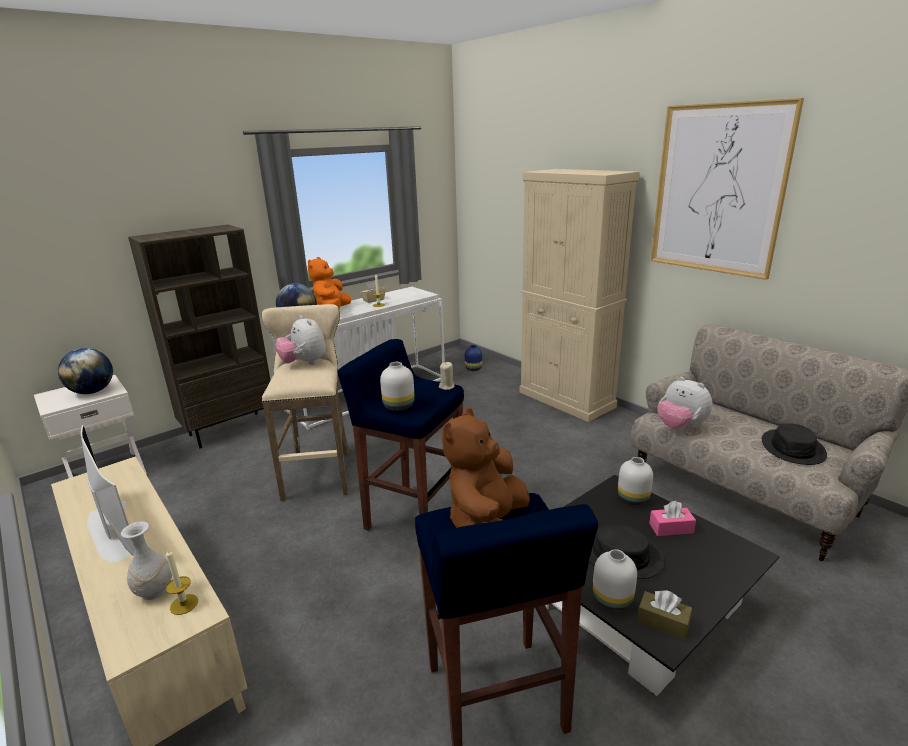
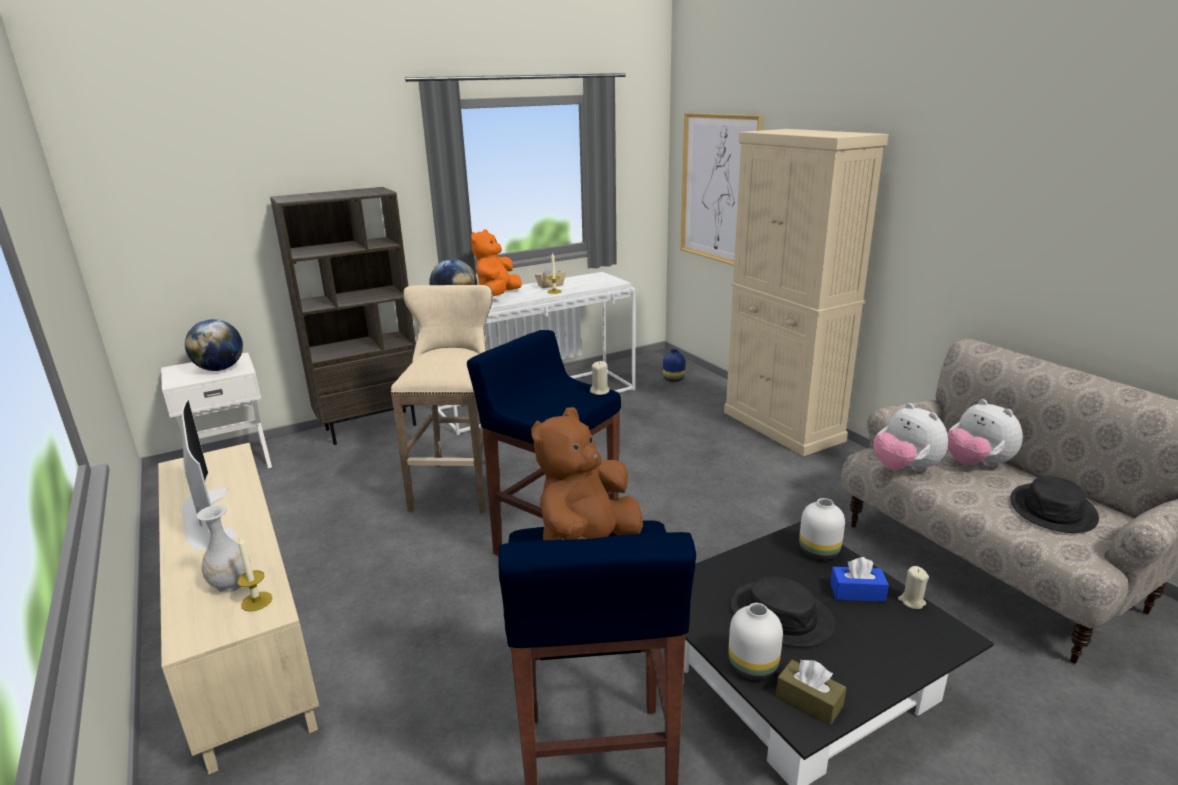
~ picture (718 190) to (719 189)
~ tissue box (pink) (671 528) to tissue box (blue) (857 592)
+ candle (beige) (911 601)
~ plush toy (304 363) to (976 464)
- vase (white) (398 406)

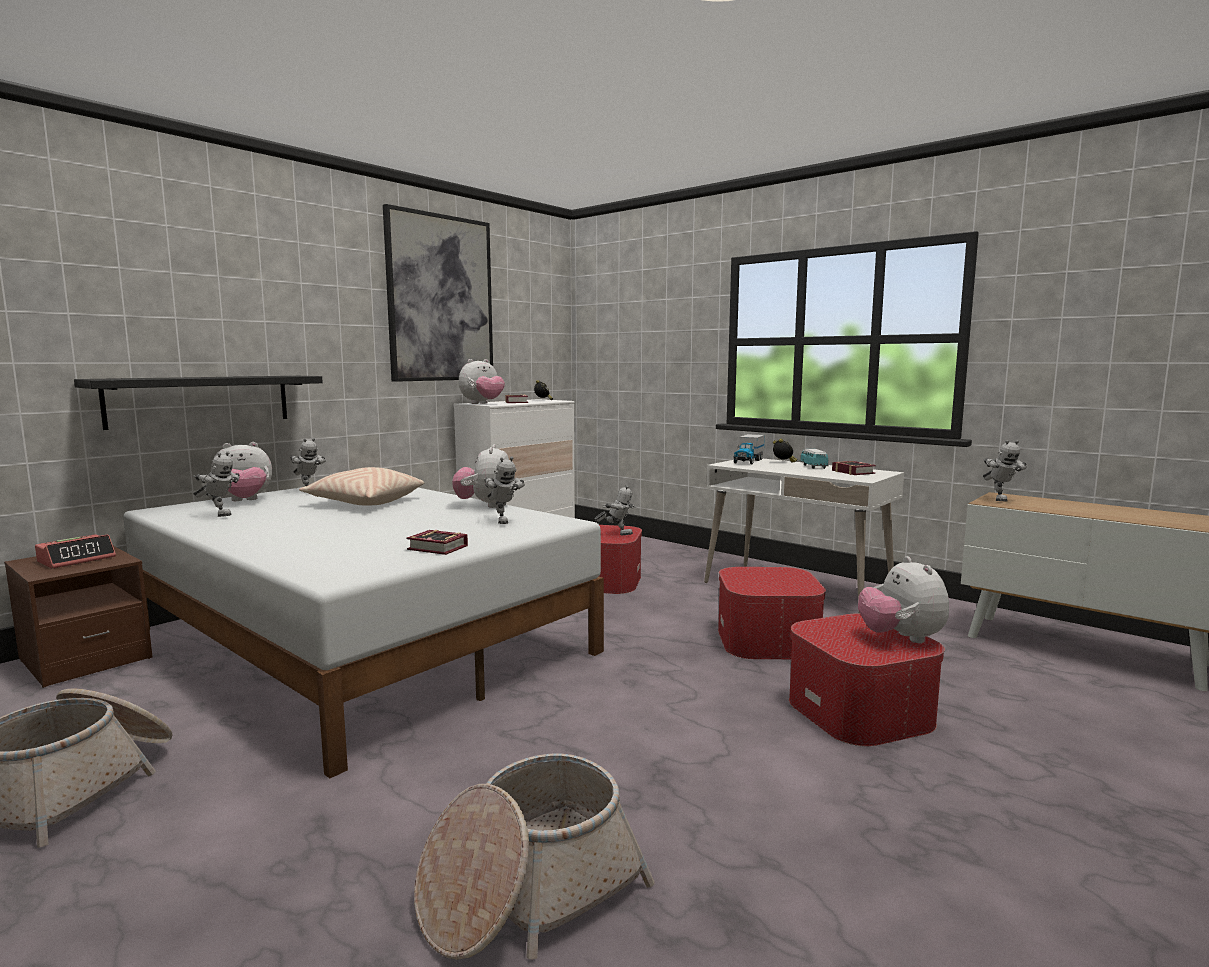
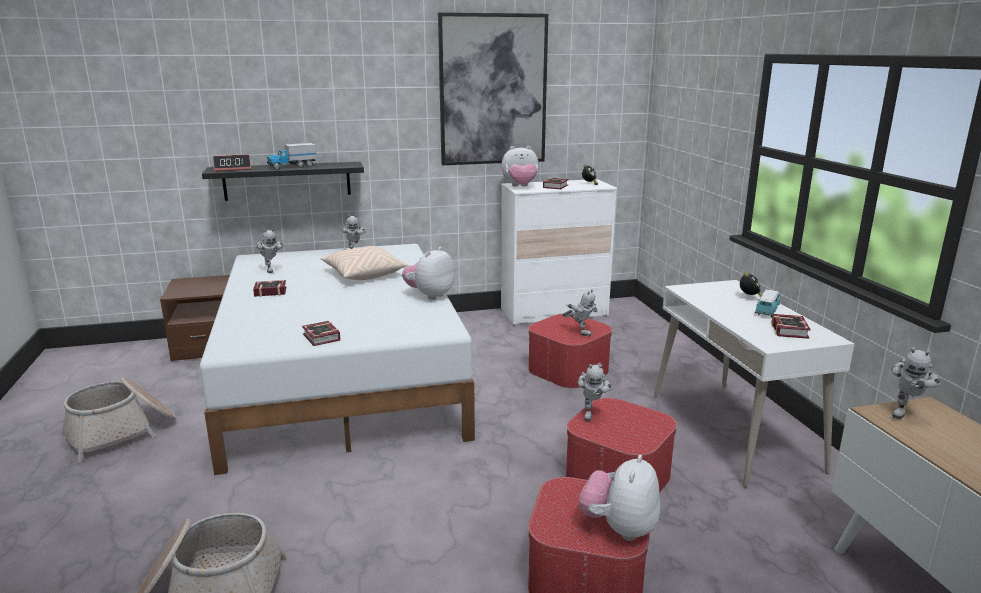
~ alarm clock (77 559) to (233 168)
+ book (269 291)
~ toy truck (748 461) to (292 167)
~ toy robot (502 521) to (591 413)
- plush toy (244 501)

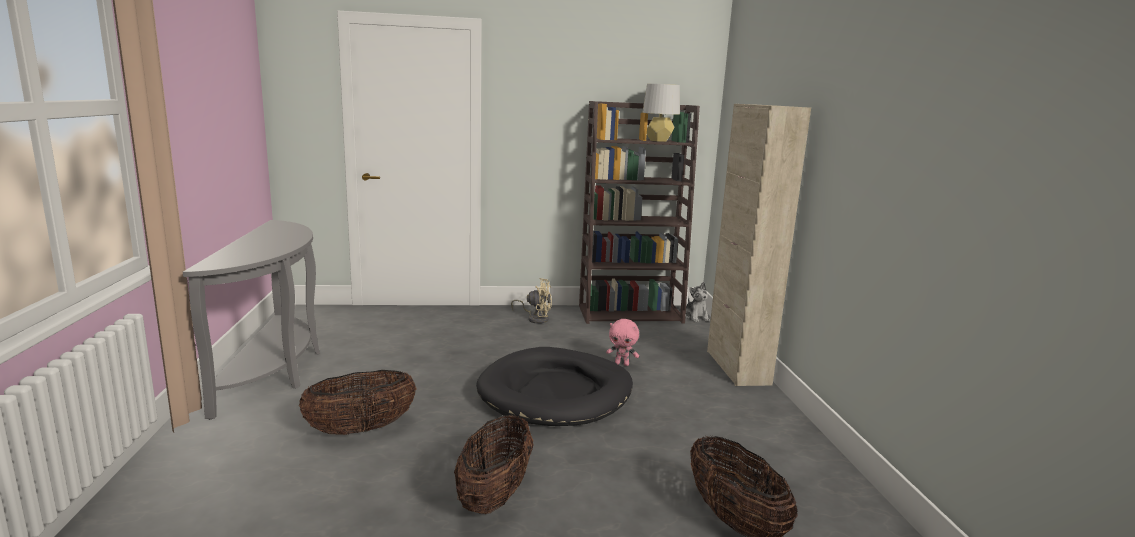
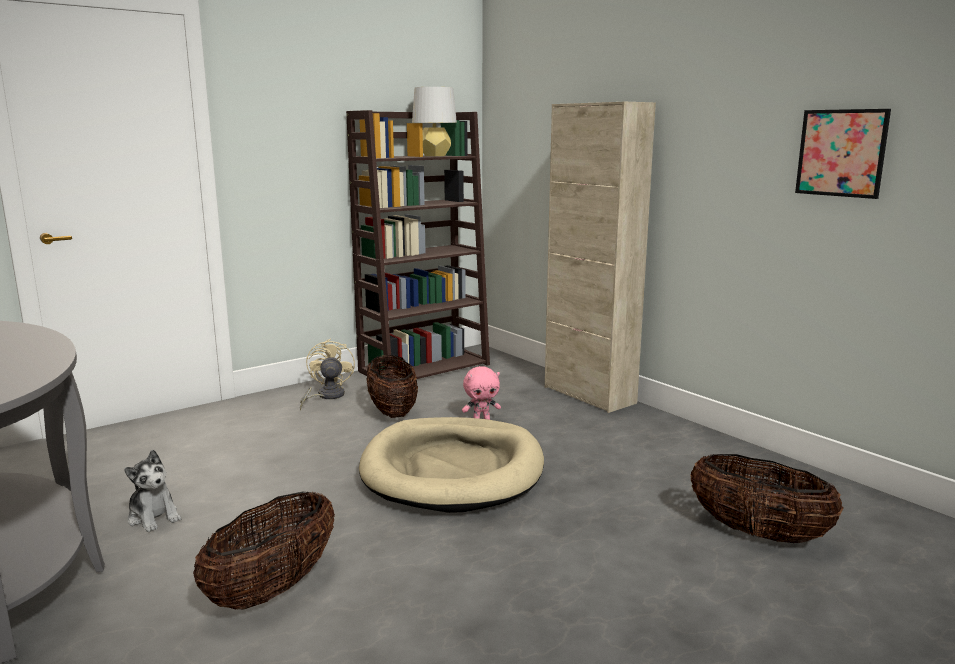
~ plush toy (696 317) to (154 517)
~ fan (beige) (535 318) = (326 396) 75 degrees counterclockwise
~ dog bed (black) (556 393) to dog bed (beige) (453 470)
~ basket (495 495) to (392 411)
+ picture (841 153)

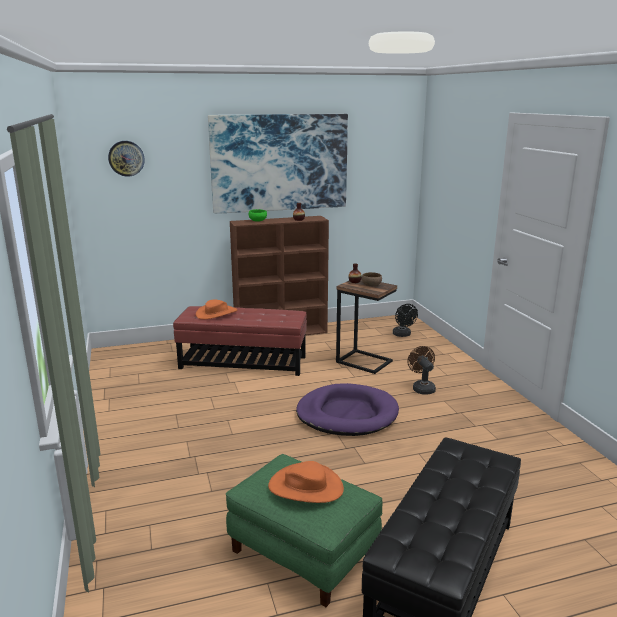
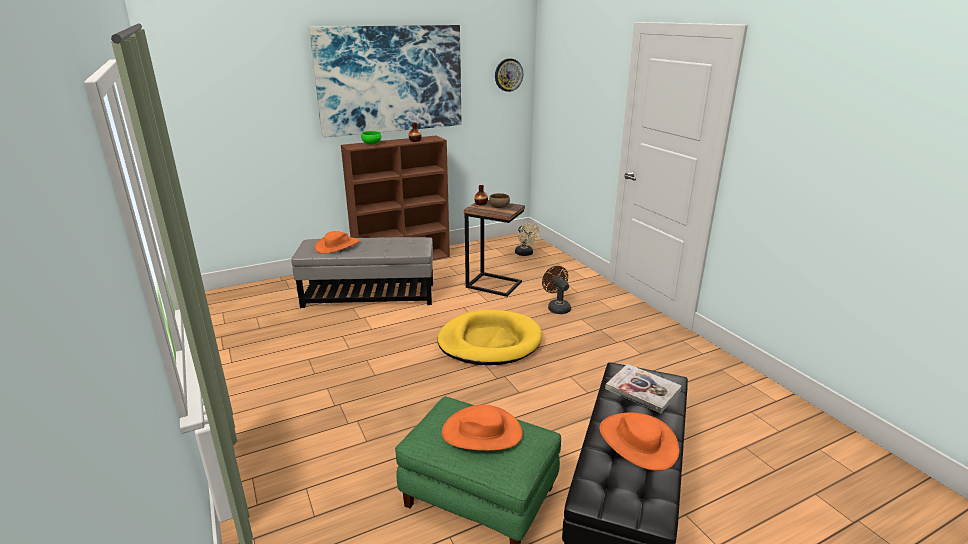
~ ottoman (red) (243 362) to ottoman (grey) (369 295)
~ dog bed (purple) (347 414) to dog bed (yellow) (489 342)
~ wall clock (126 158) to (508 75)
~ fan (black) (403 335) to fan (beige) (525 254)
+ hat (orange) (637 441)
+ book (642 389)

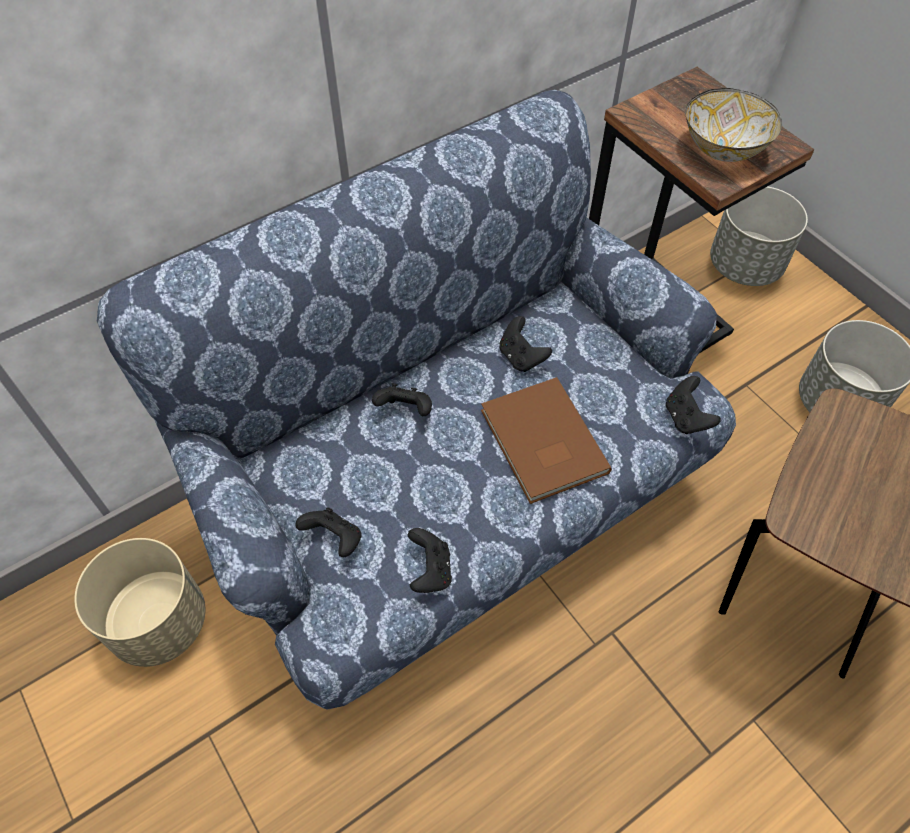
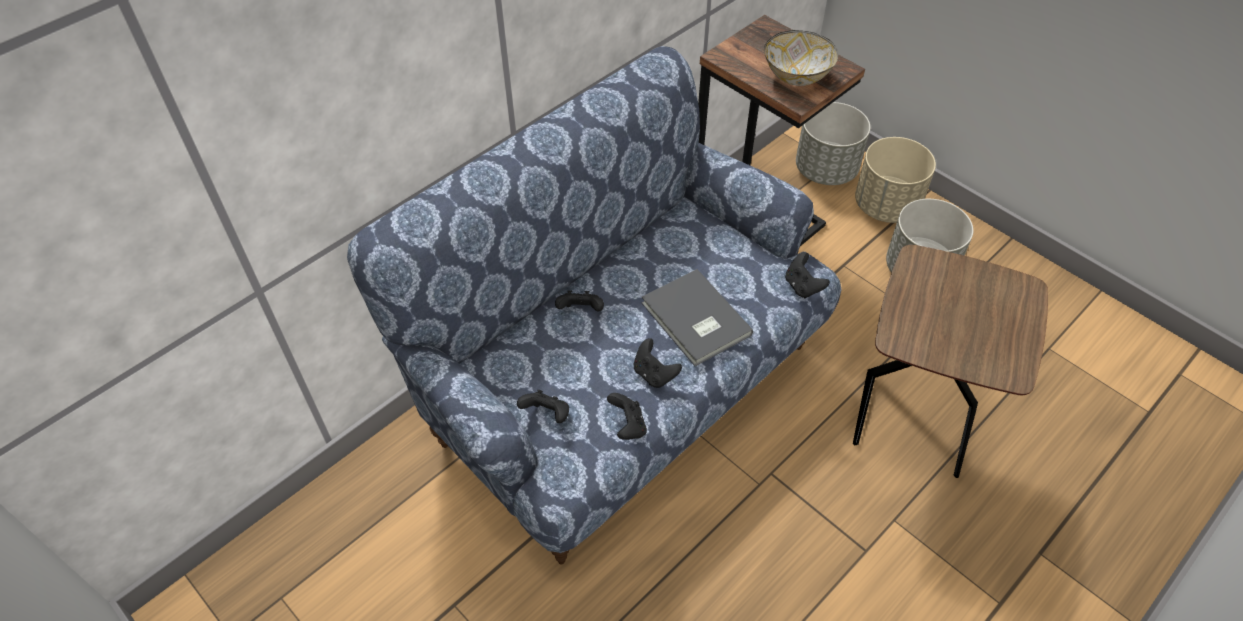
~ game controller (black) (521 357) to (654 374)
~ book (brown) (541 444) to book (grey) (694 321)
~ planter (beige) (159 622) to (885 206)

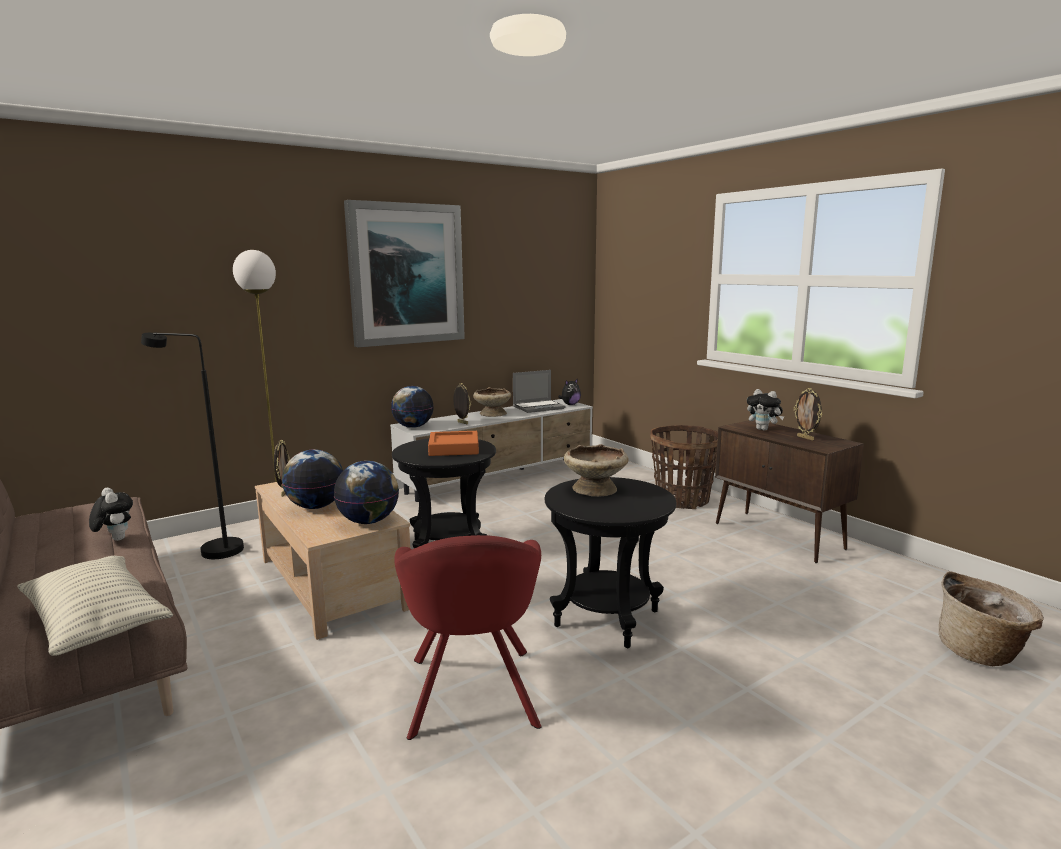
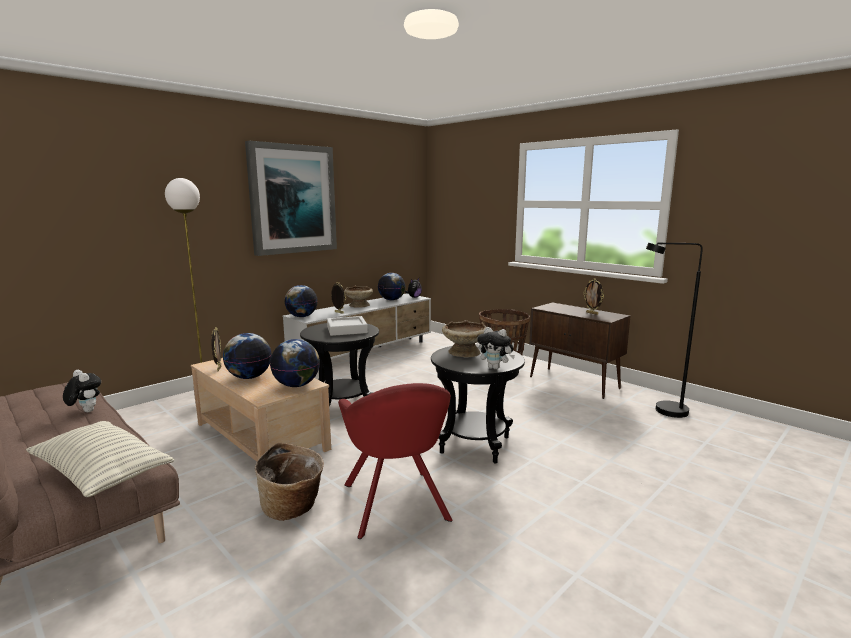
~ basket (981 652) to (293 508)
~ tray (orange) (454 448) to tray (grey) (347 329)
~ laptop (539 407) to globe (391 300)
~ plush toy (763 429) to (495 368)
~ floor lamp (black) (212 550) to (662 411)

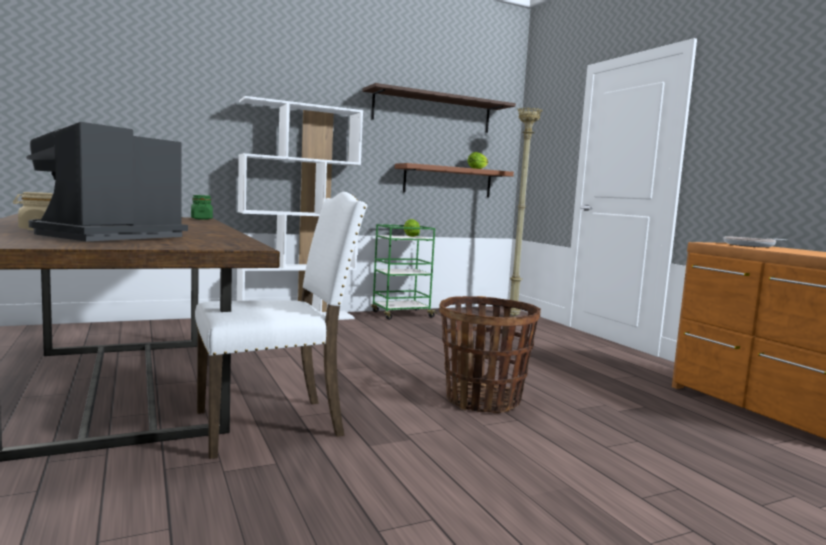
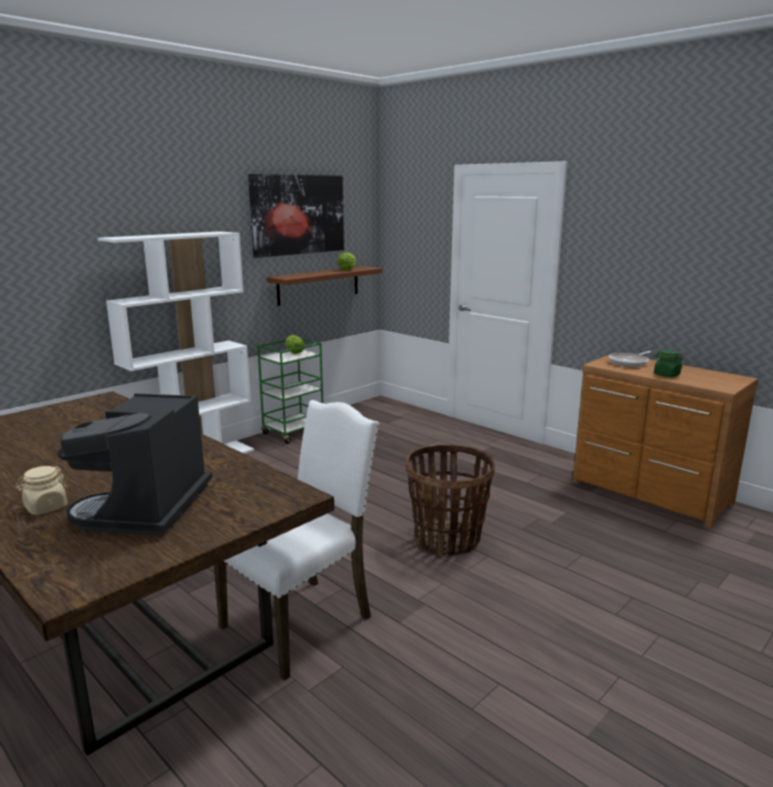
~ shelf (433 112) to picture (298 214)
~ jar (green) (201 219) to (666 375)
- floor lamp (beige) (513 316)

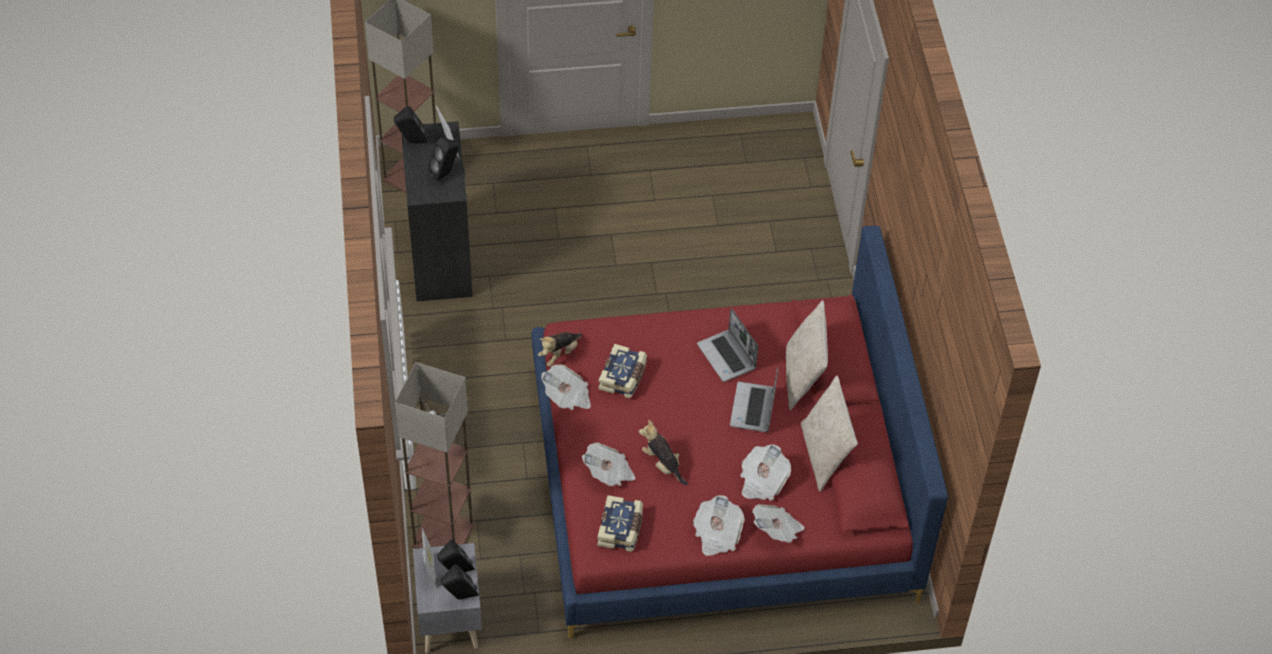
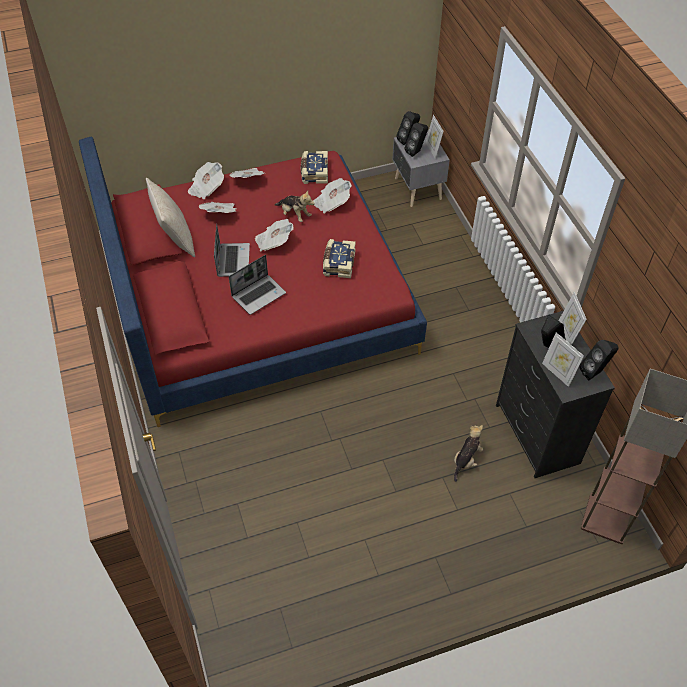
~ laptop (727 357) = (259 294) 90 degrees clockwise
~ newspaper (567 397) to (274 242)
~ plush toy (559 354) to (466 460)
+ picture frame (567 333)
- floor lamp (442 535)
- pillow (beige) (803 377)

